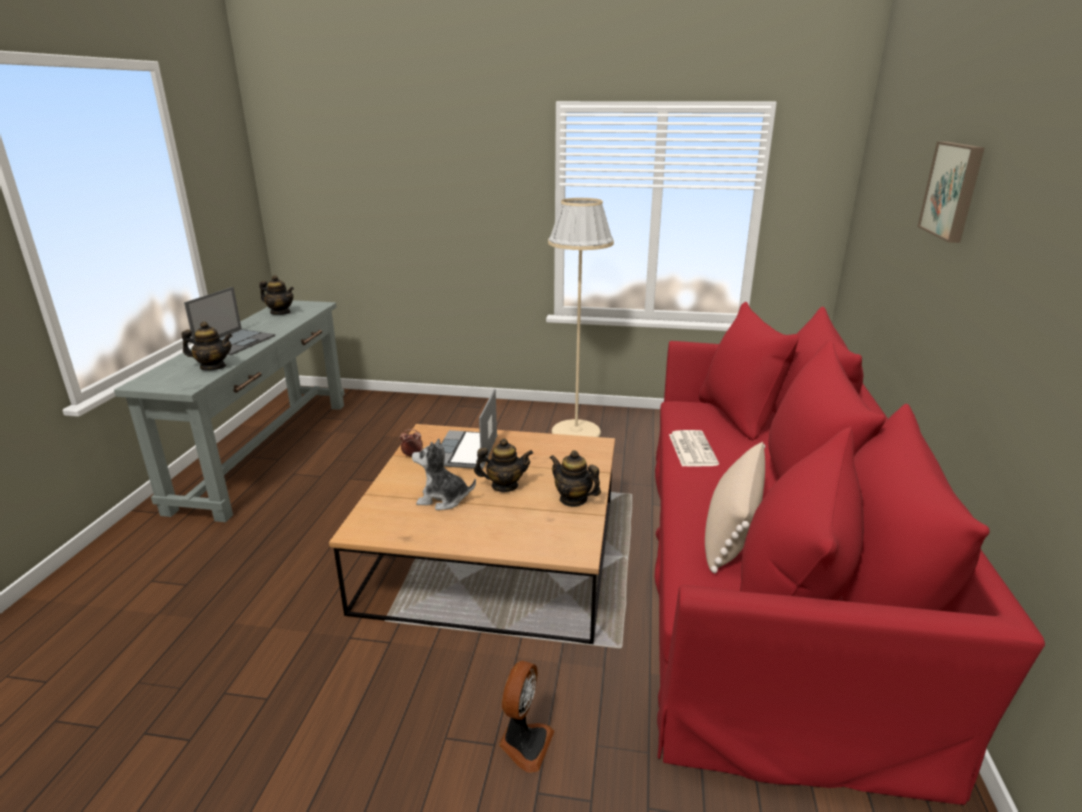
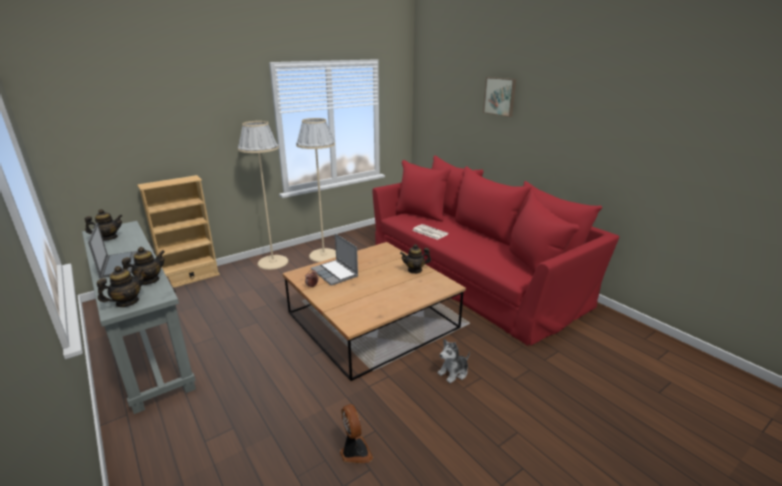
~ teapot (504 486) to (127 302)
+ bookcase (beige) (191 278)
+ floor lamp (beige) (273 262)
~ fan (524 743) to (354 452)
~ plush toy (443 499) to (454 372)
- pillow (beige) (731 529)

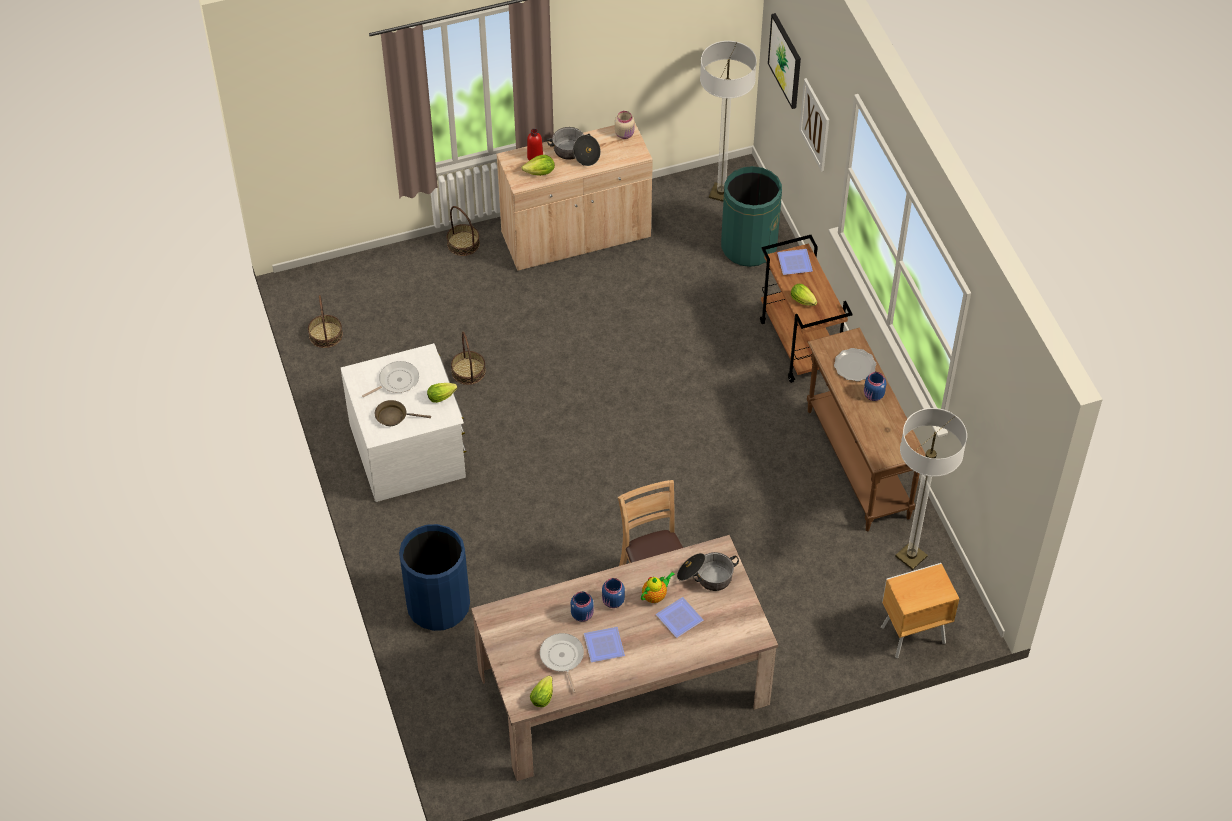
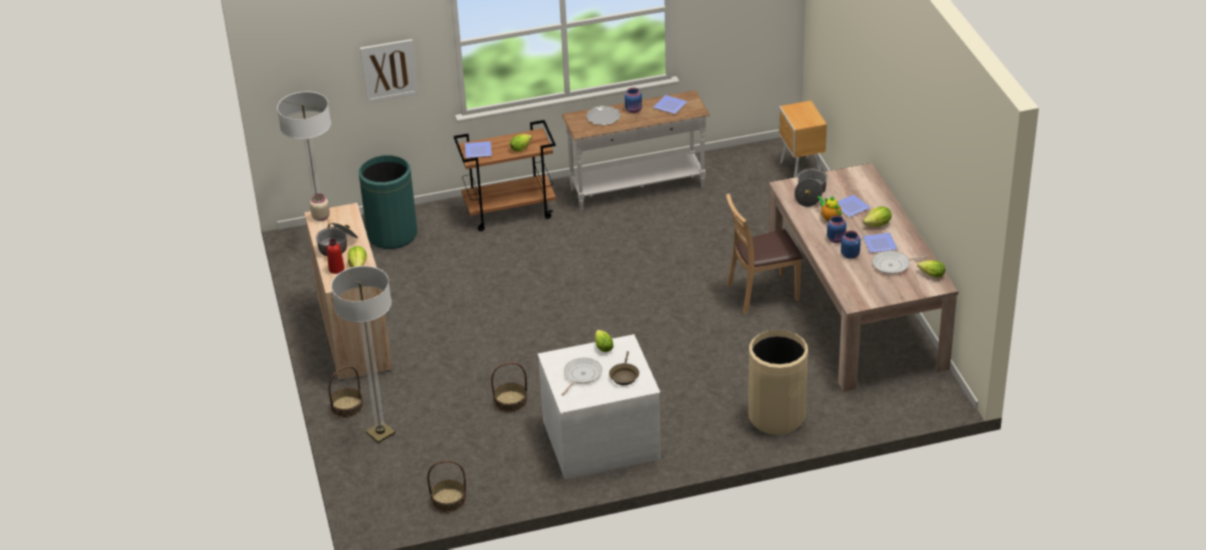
~ floor lamp (911 556) to (380 433)
~ frying pan (396 381) = (581 375) 60 degrees clockwise
~ console table (brown) (856 464) to console table (white) (638 189)
+ plate (670 105)
~ trash can (blue) (438 605) to trash can (beige) (776 416)
+ lettuce (878 225)
- picture (785 60)

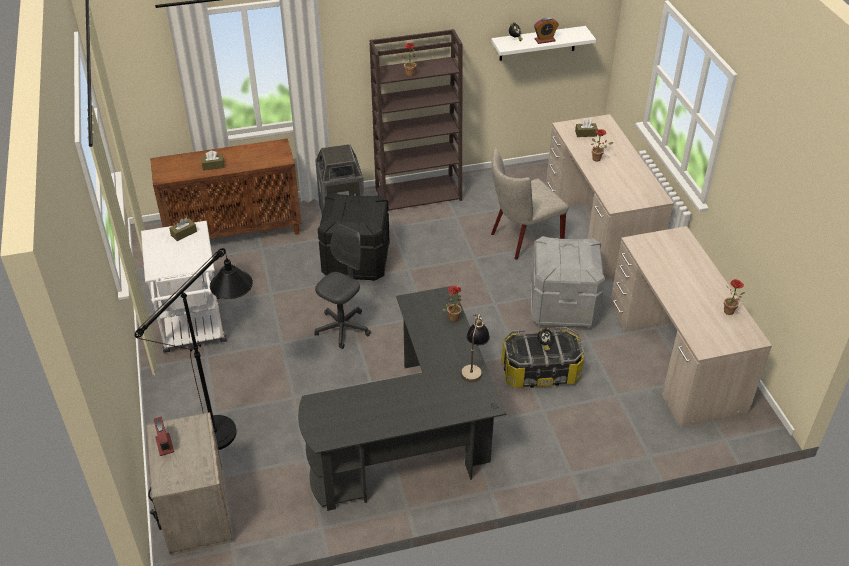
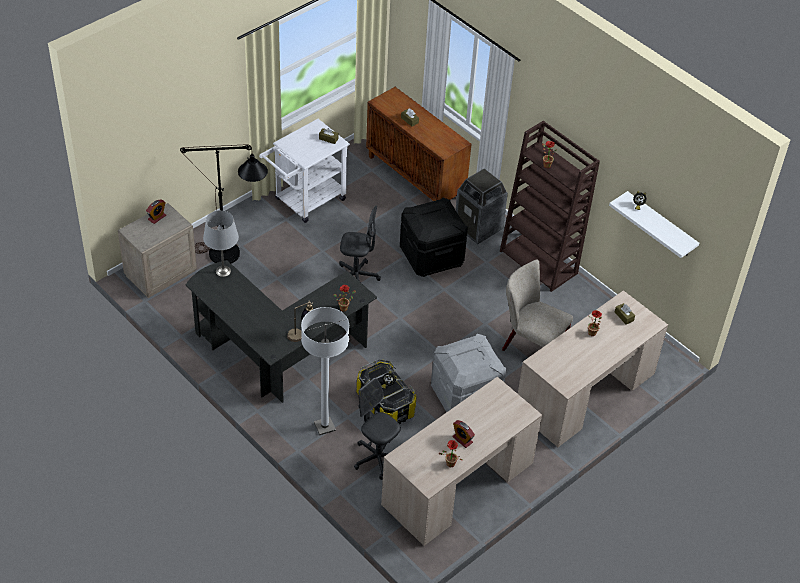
+ table lamp (grey) (223 271)
+ floor lamp (white) (324 426)
+ office chair (grey) (377 458)
~ alarm clock (545 40) to (462 439)

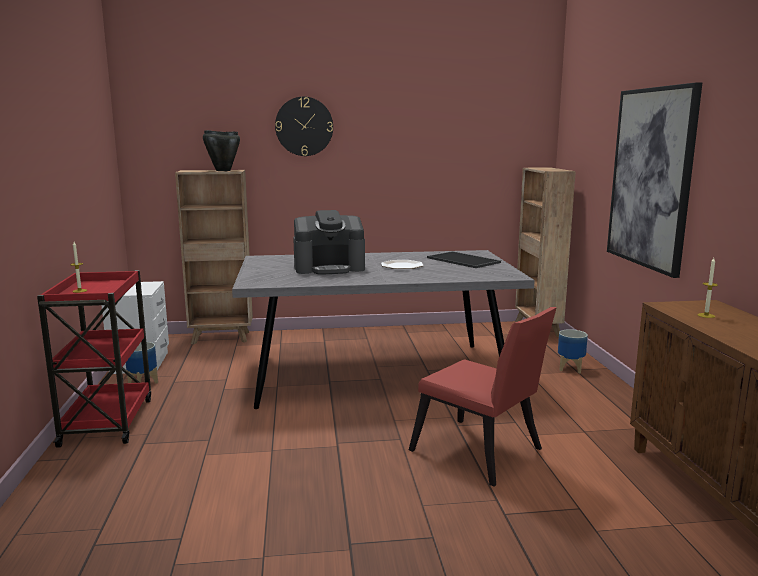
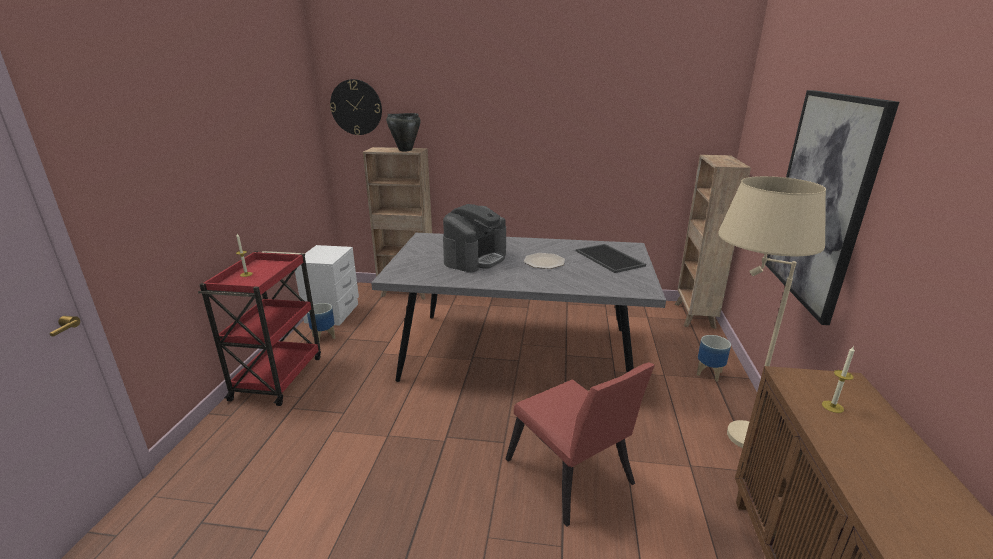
~ wall clock (304 126) to (356 107)
~ coffee machine (329 268) = (475 258) 60 degrees counterclockwise
+ floor lamp (beige) (724 429)

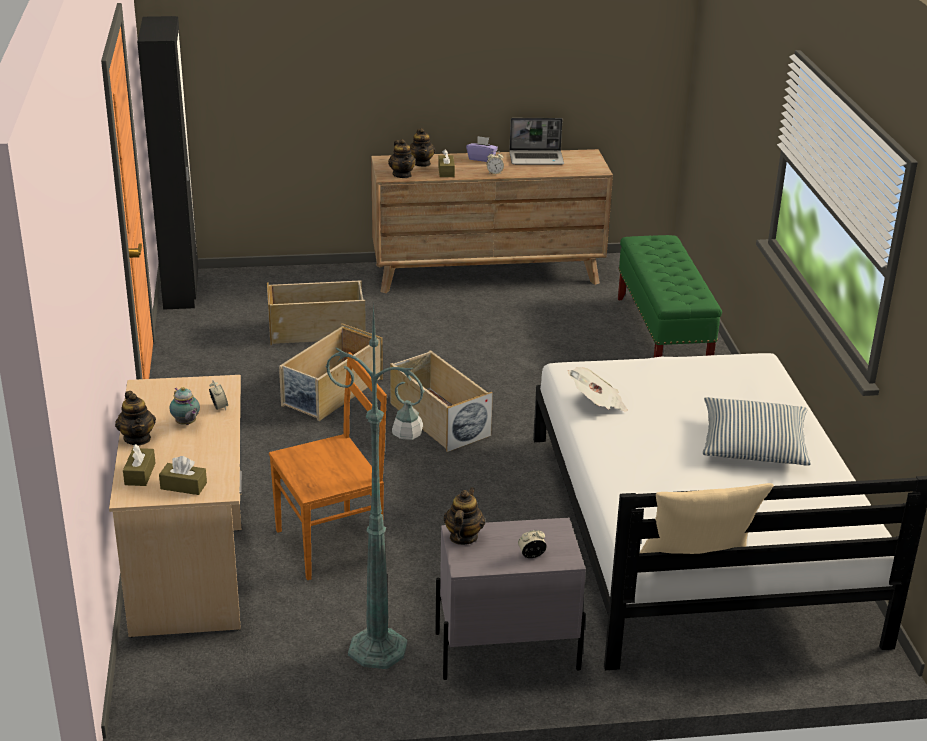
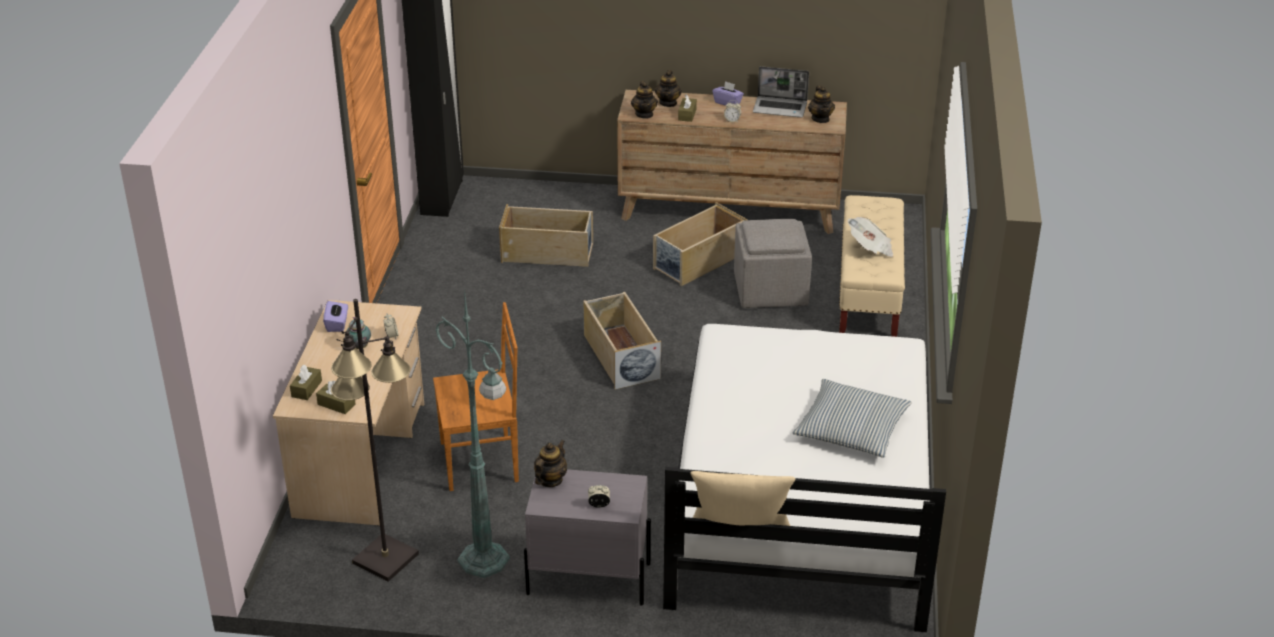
+ tissue box (purple) (337 324)
+ floor lamp (black) (384 559)
~ storage box (beige) (331 393) to (698 262)
+ ottoman (grey) (769 290)
~ teapot (137 438) to (820 119)
~ bench (green) (662 334) to bench (beige) (868 295)
~ newspaper (597 404) to (870 248)

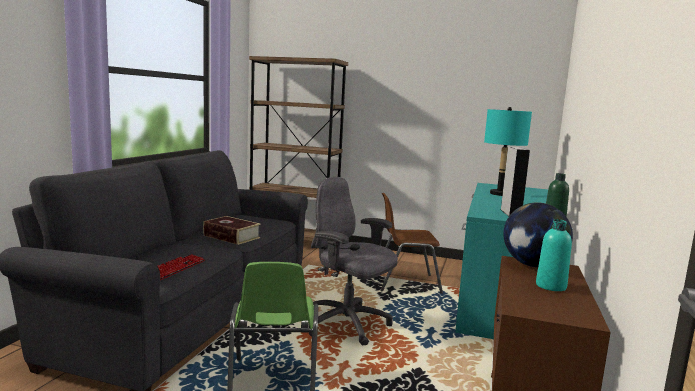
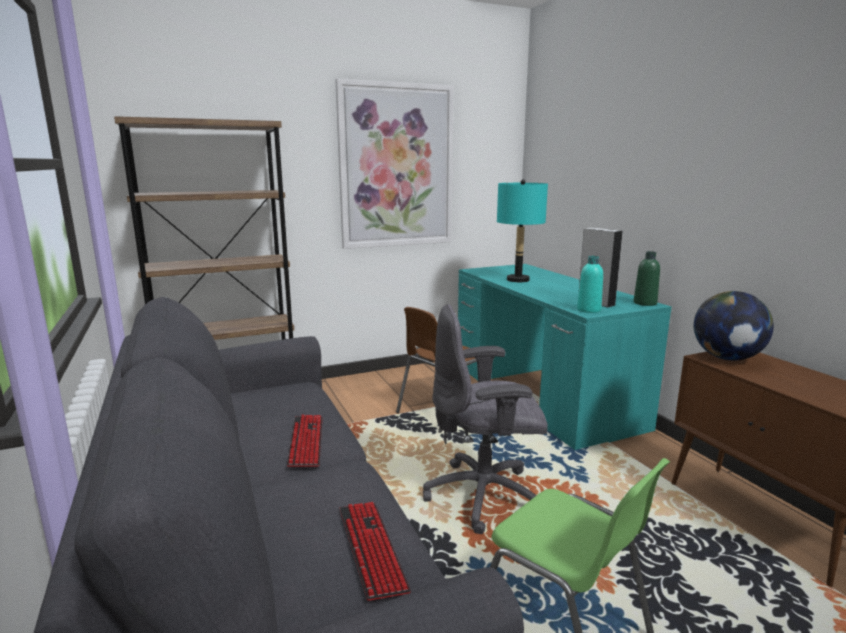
~ book (231 236) to keyboard (306 441)
+ picture (396 166)
~ bottle (turquoise) (551 286) to (589 310)

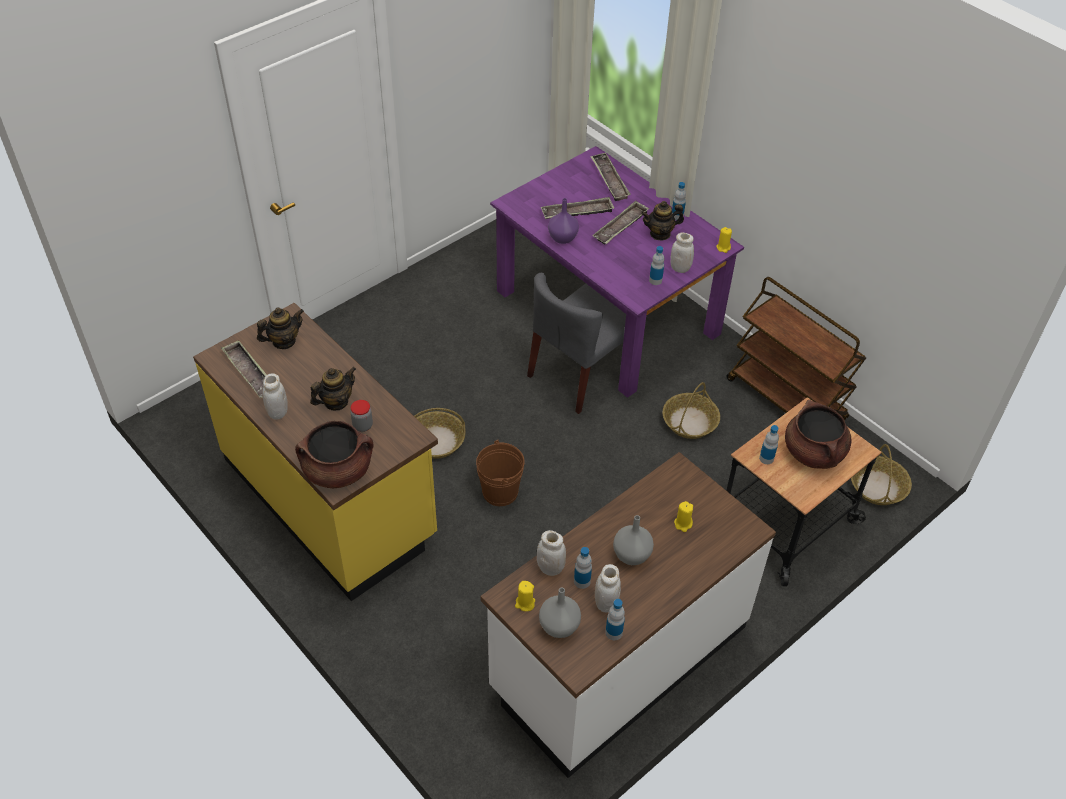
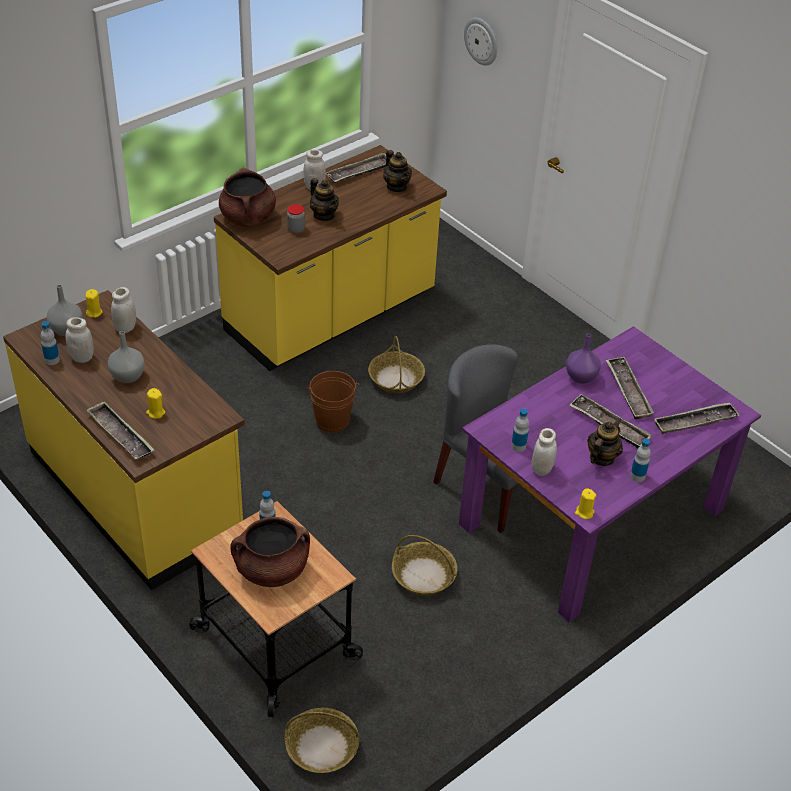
~ counter (white) (618 657) to counter (yellow) (136 492)
+ tray (120 435)
+ wall clock (482 41)
~ teapot (660 234) = (601 457) 45 degrees clockwise
- bottle (582 581)
- cart (brown) (786 400)

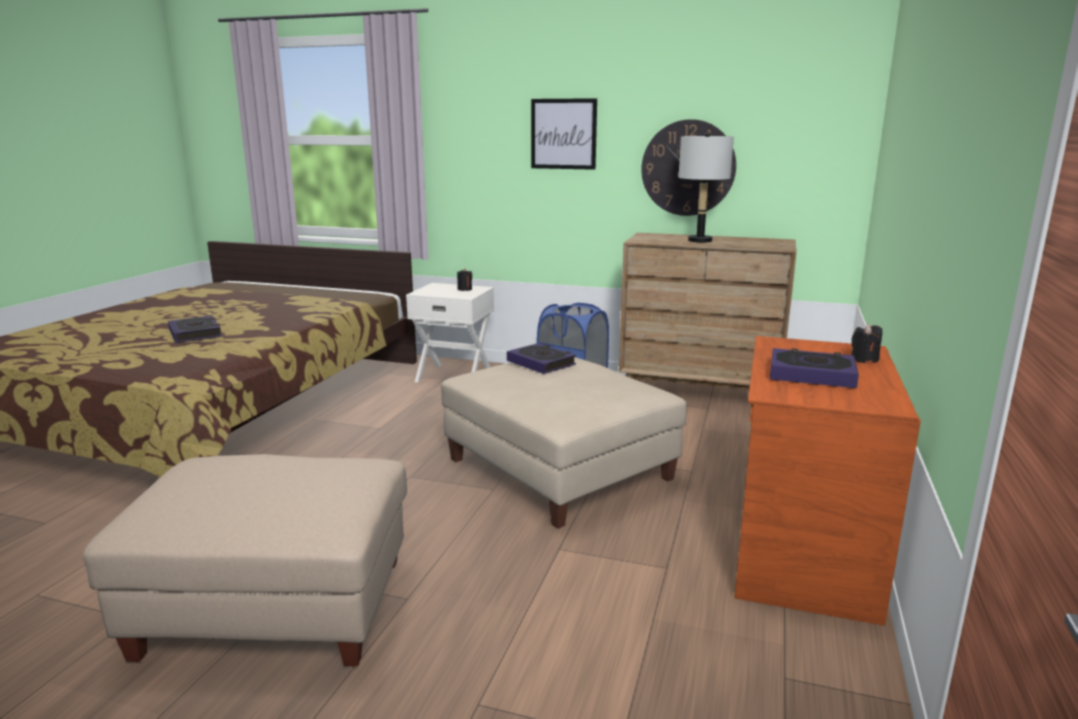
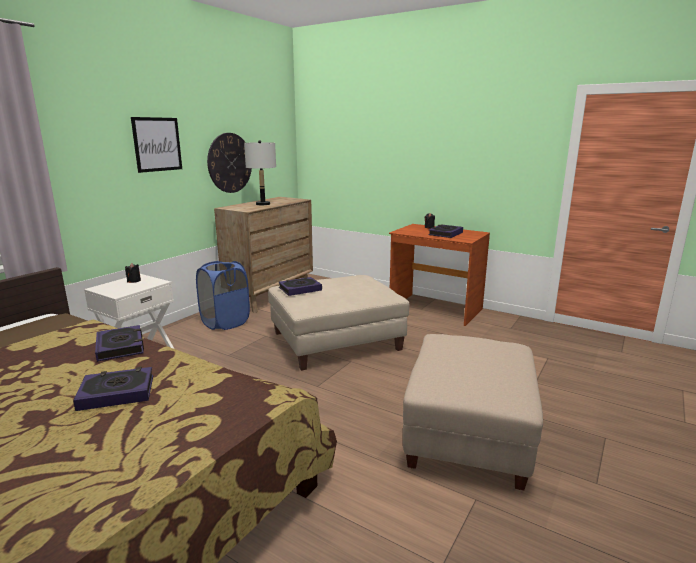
+ book (120 347)

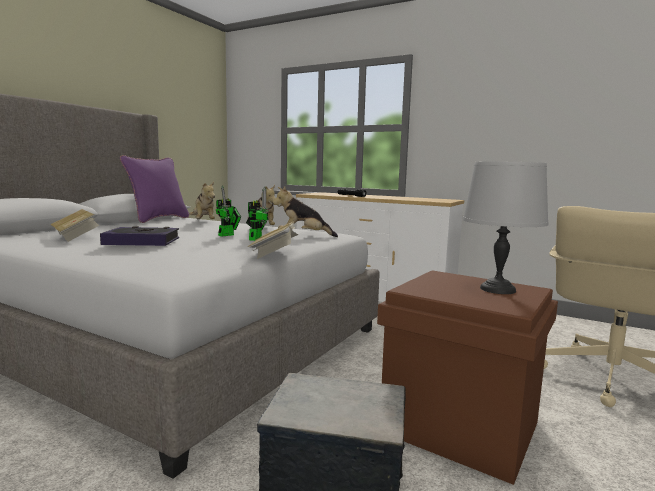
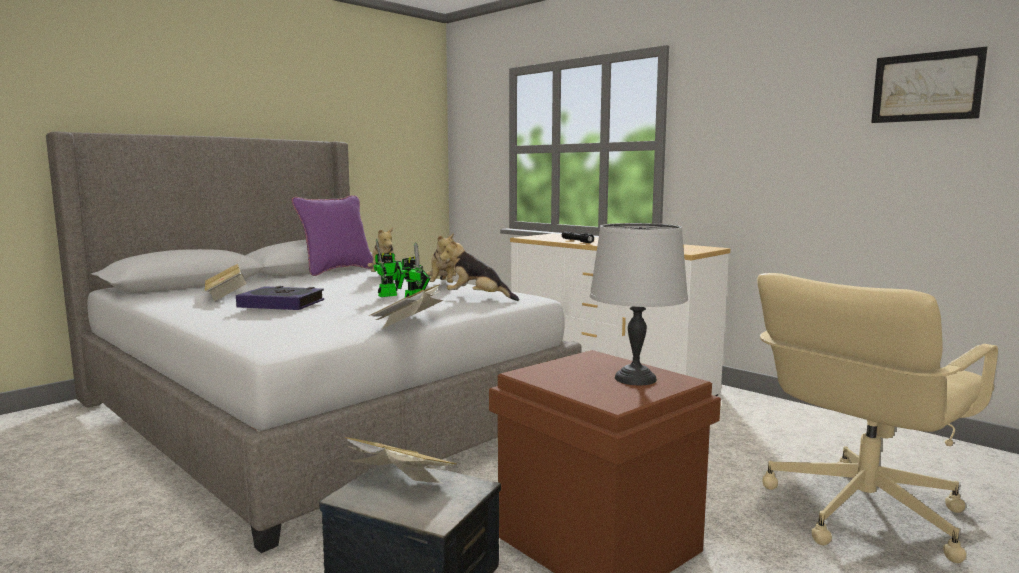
+ book (399 481)
+ picture (926 87)

